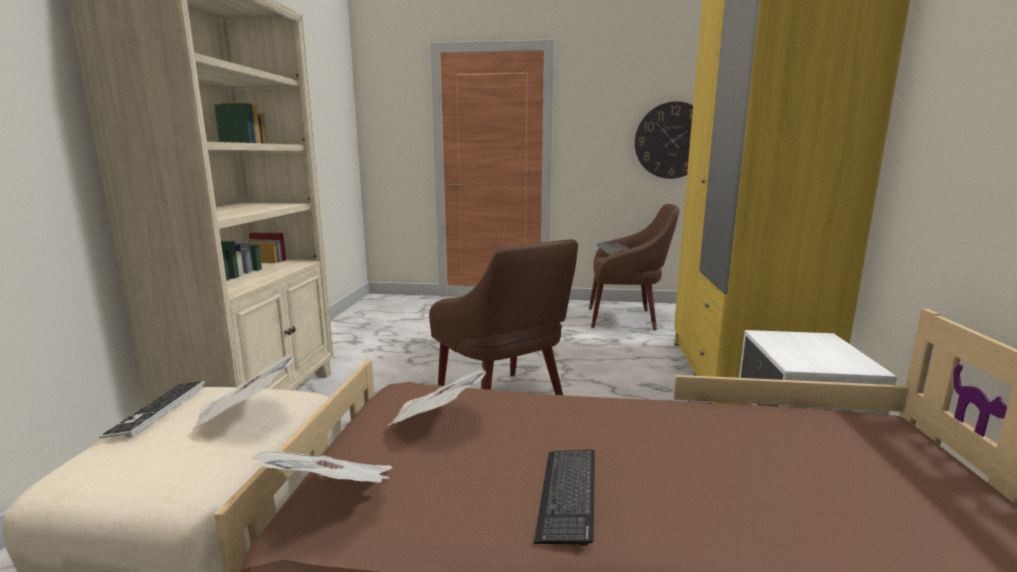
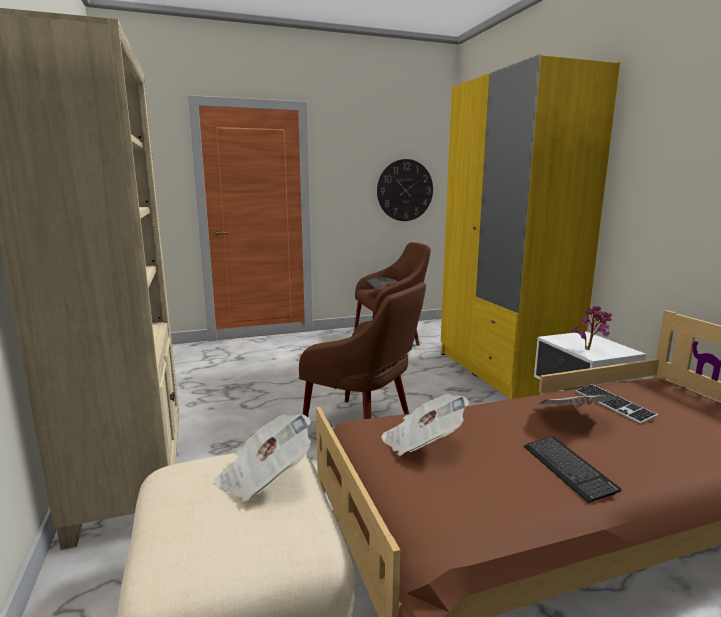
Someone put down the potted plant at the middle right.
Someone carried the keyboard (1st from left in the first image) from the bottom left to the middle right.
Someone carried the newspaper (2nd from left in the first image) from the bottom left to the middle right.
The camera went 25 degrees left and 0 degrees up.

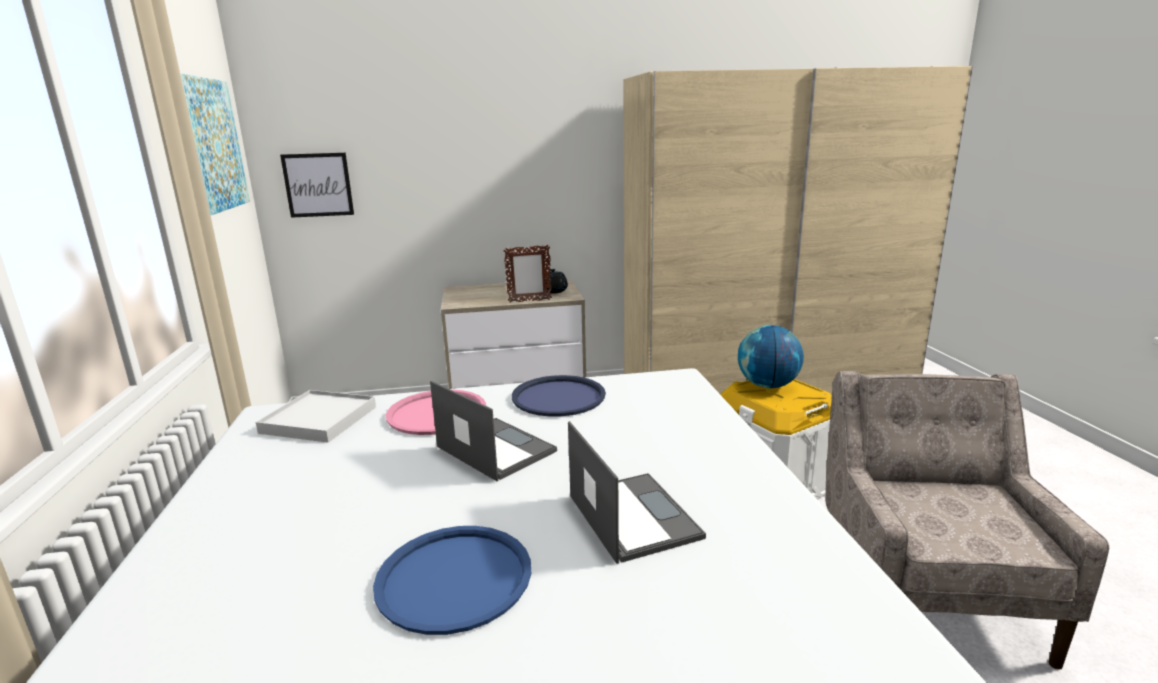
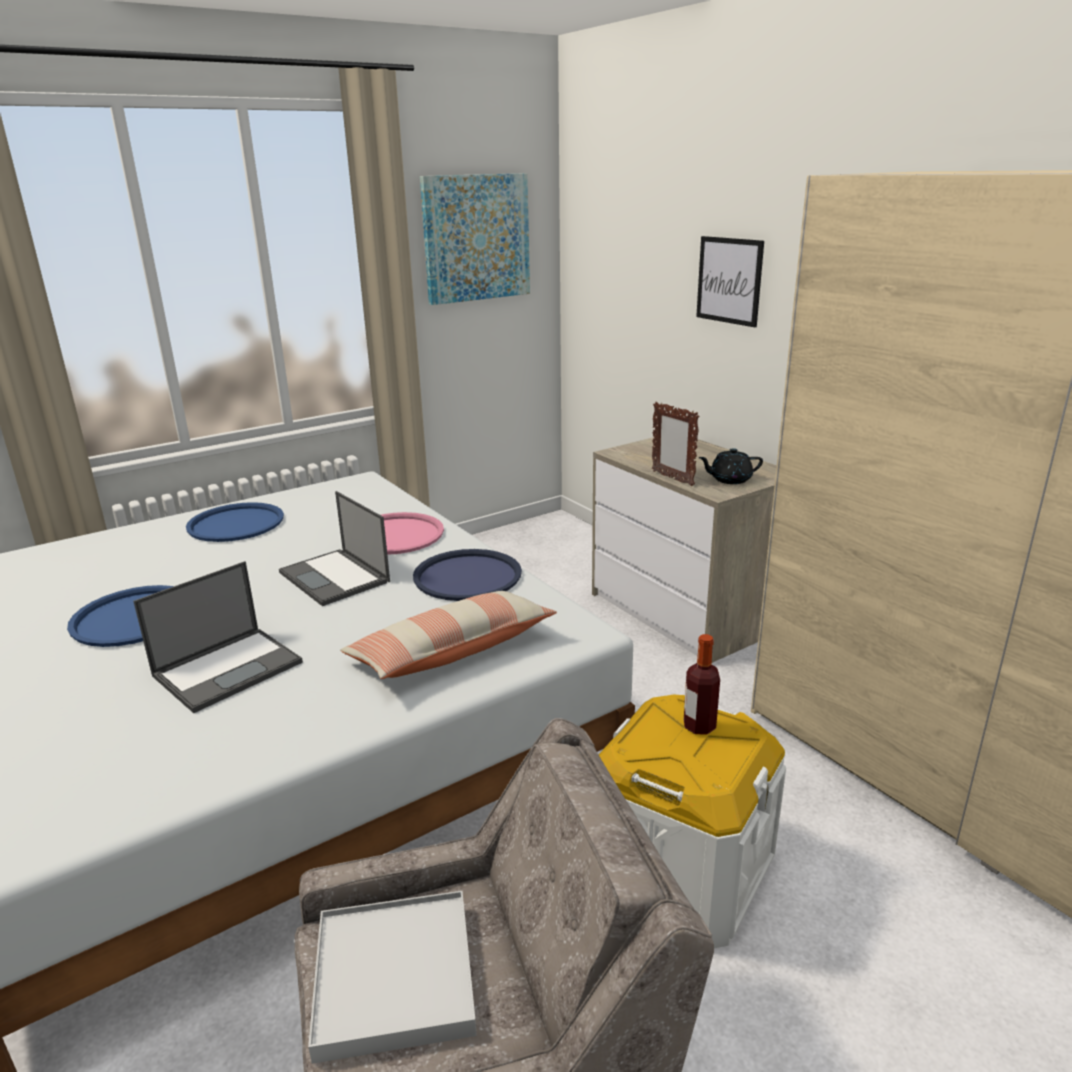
Someone put down the tray (blue) (2nd from left) at the middle left.
Someone put down the pillow at the centre.
Someone carried the tray (white) from the middle left to the bottom centre.
Someone carried the picture (2nd from left) from the top left to the top right.
Someone swapped the globe at the centre for the bottle at the centre.
Someone rotated the laptop (1st from left in the first image) at the centre by 120 degrees clockwise.
The camera went 65 degrees right and 5 degrees up.

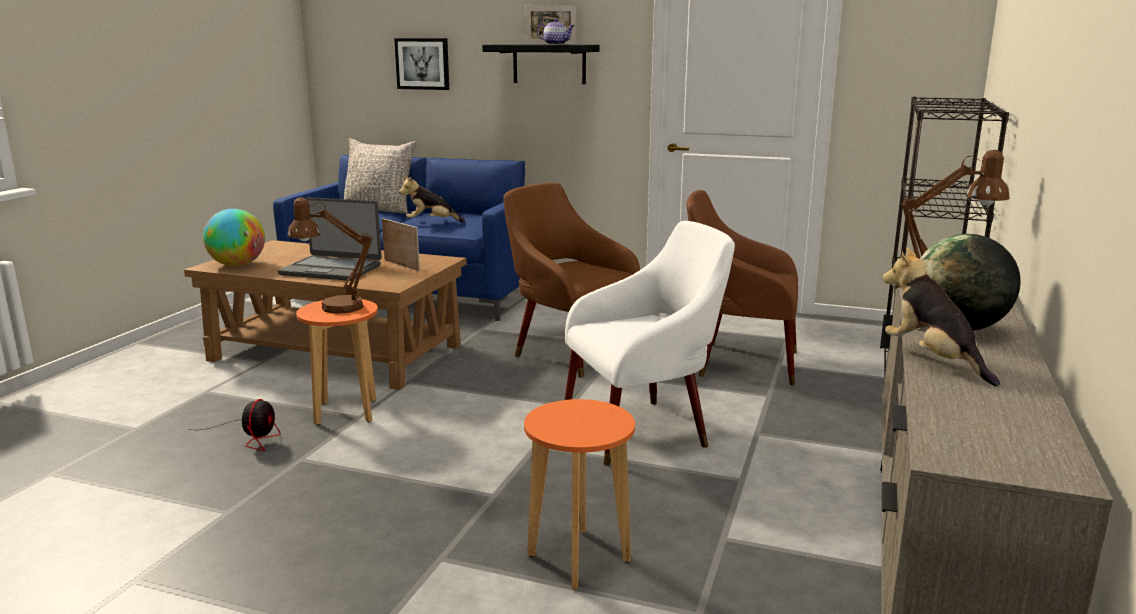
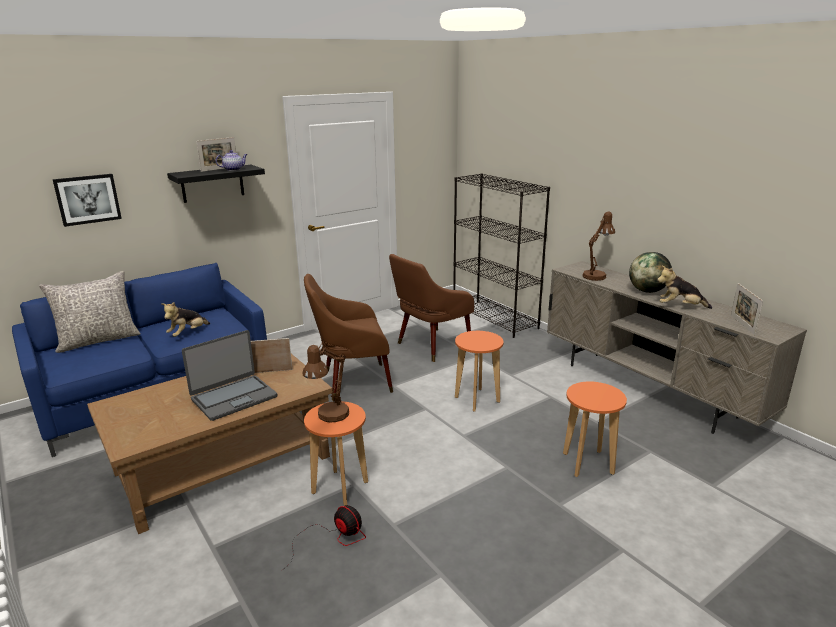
Someone took away the globe (1st from left) at the middle left.
Someone put down the picture frame (3rd from left) at the middle right.
Someone swapped the armchair (white) at the centre for the stool (orange) (2nd from left) at the centre.
The camera went 55 degrees left and 5 degrees up.

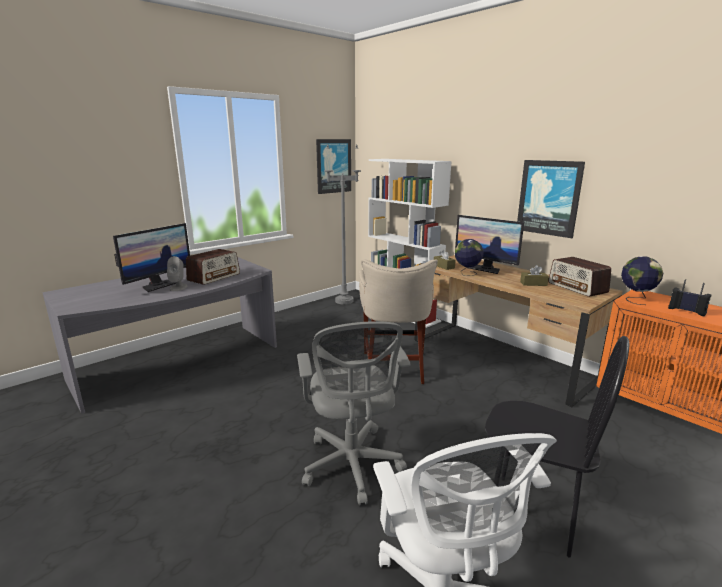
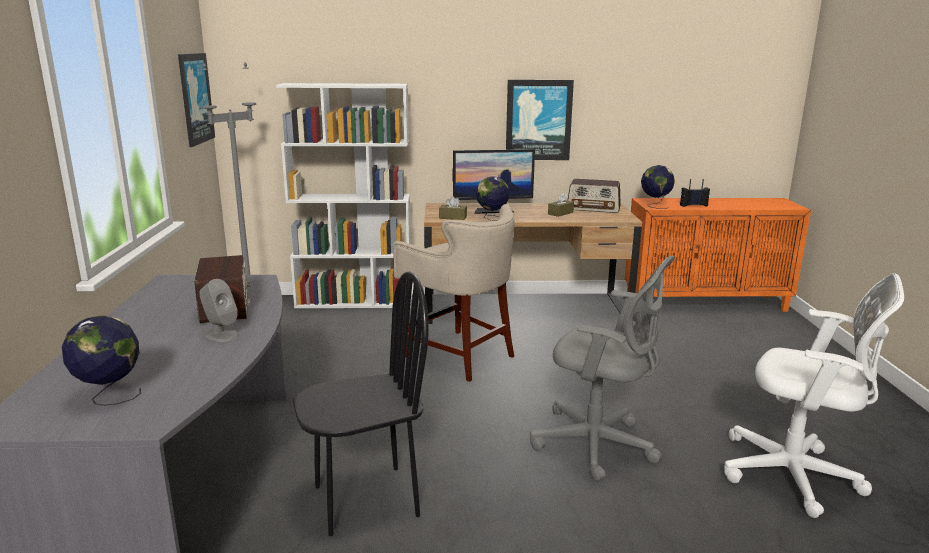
Someone took away the monitor (1st from left) at the middle left.
Someone put down the globe (1st from left) at the middle left.
Someone carried the chair (black) from the bottom right to the bottom centre.
The camera went 50 degrees left and 0 degrees up.

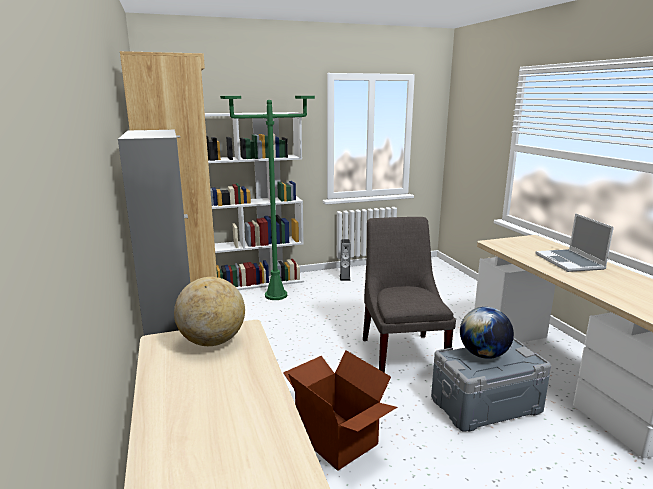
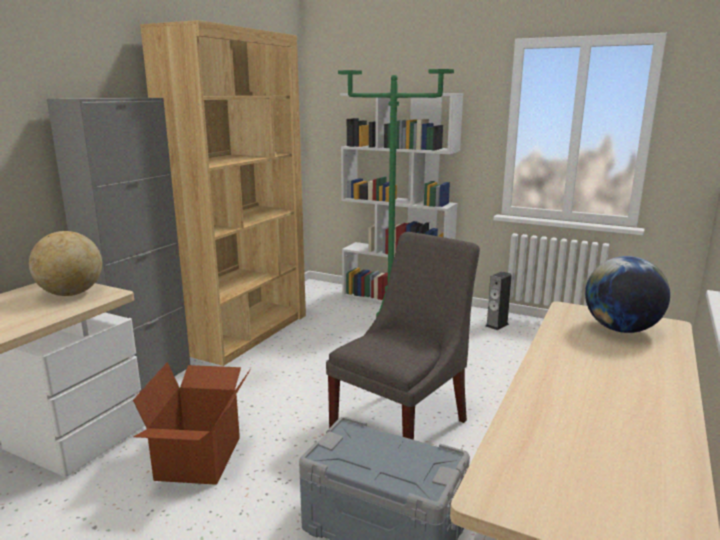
Someone took away the laptop at the middle right.
Someone carried the globe (2nd from left) from the bottom right to the middle right.
The camera went 45 degrees right and 0 degrees up.

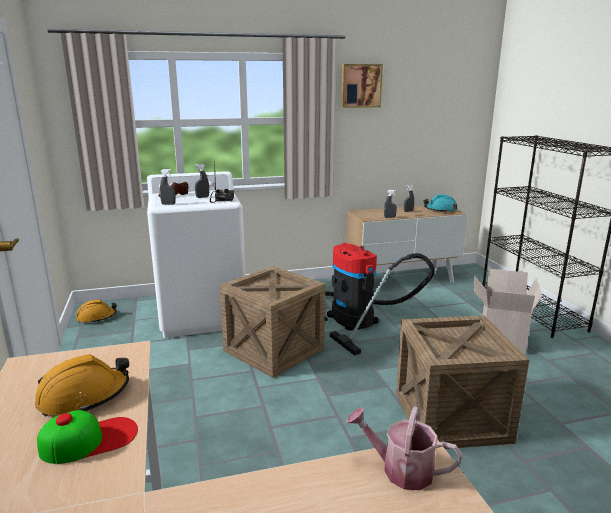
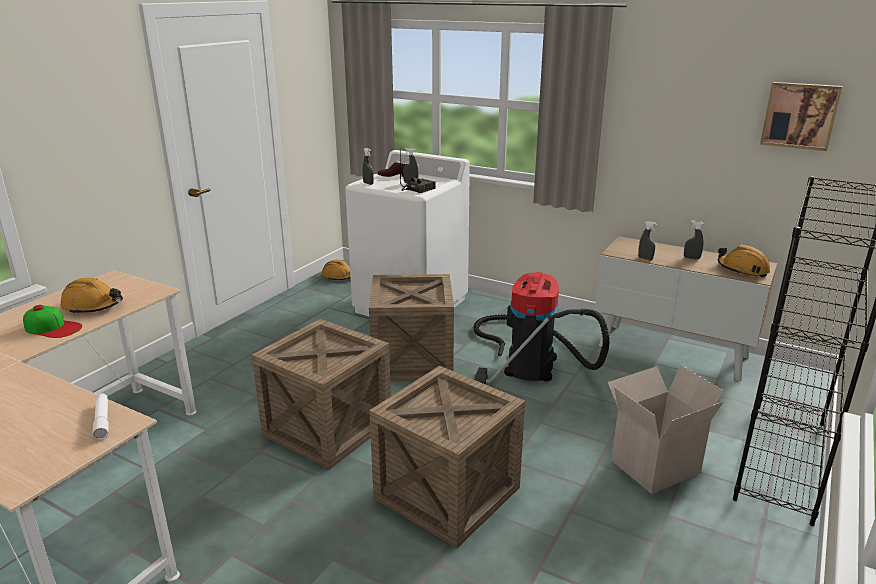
Someone put down the crate (1st from left) at the bottom centre.
Someone carried the picture from the top centre to the top right.
Someone swapped the watering can at the bottom centre for the flashlight (white) at the bottom left.
Someone repainted the hard hat (turquoise) at the middle right, which became the hard hat (orange) (3rd from left) at the middle right.
The camera went 45 degrees right and 5 degrees up.

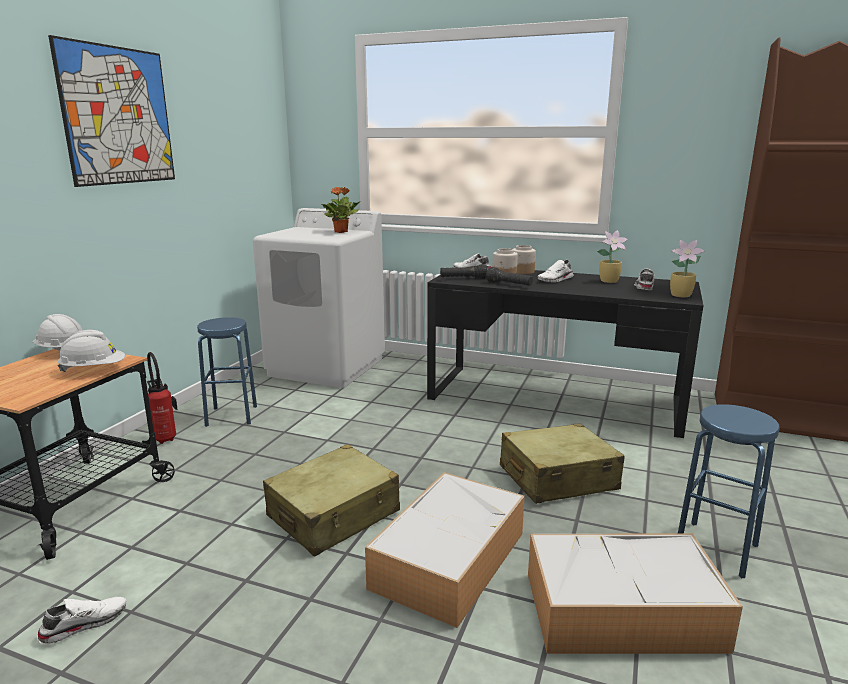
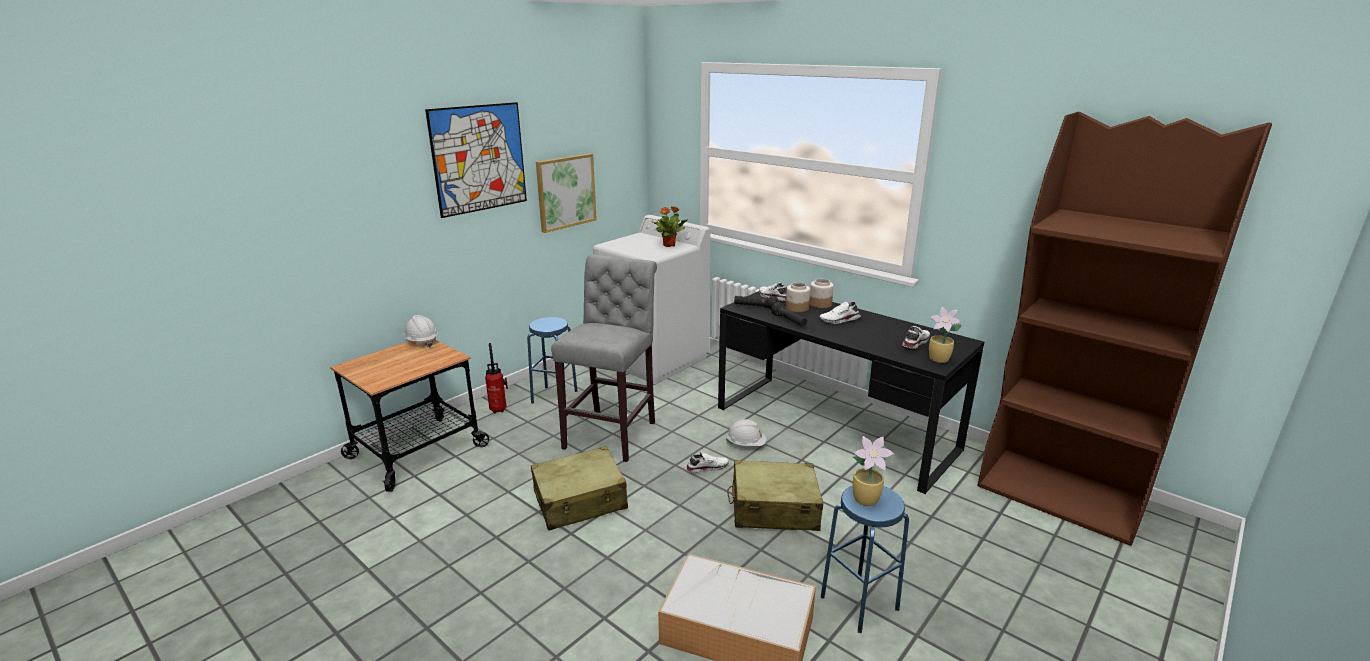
Someone took away the storage box (1st from left) at the bottom centre.
Someone put up the picture (2nd from left) at the top centre.
Someone put down the stool (grey) at the centre.
Someone carried the shoe (white) (1st from left) from the bottom left to the bottom centre.
Someone carried the hard hat (white) (2nd from left) from the middle left to the centre.
Someone carried the potted plant (2nd from left) from the middle right to the bottom centre.
The camera went 20 degrees right and 5 degrees up.

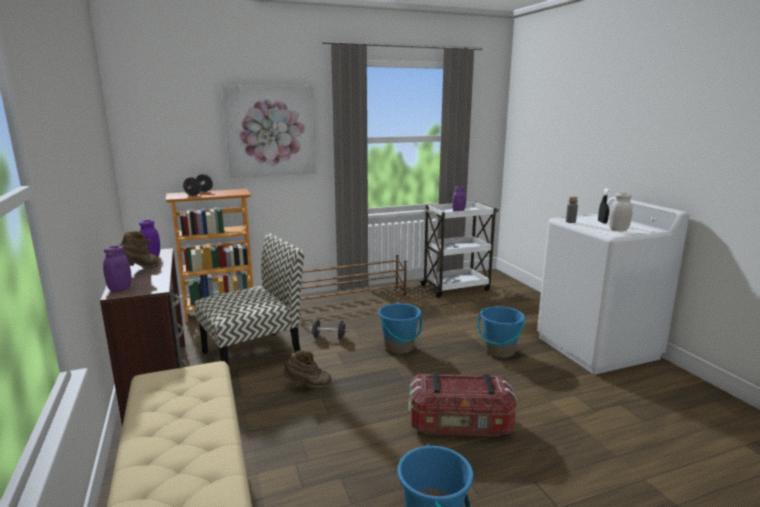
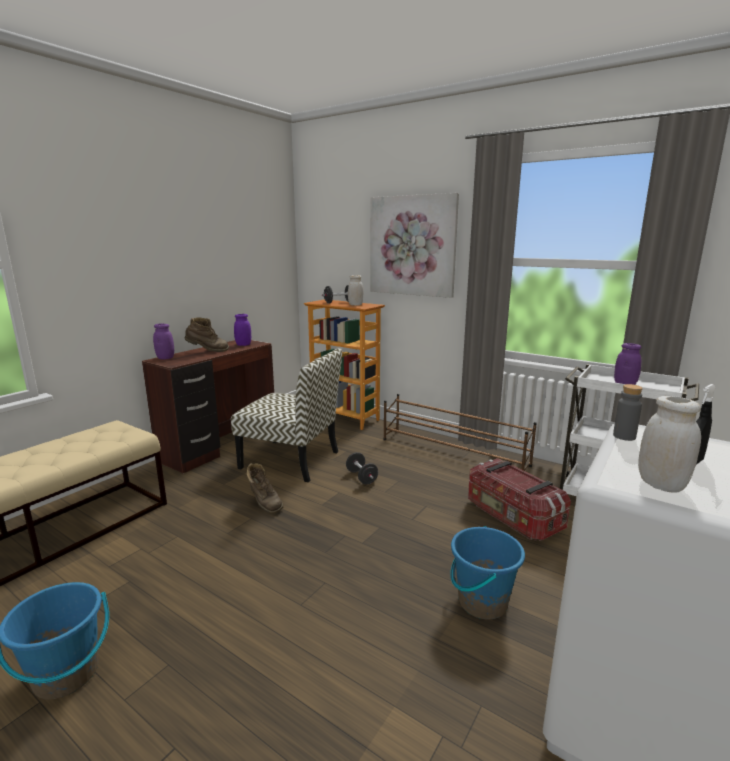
Someone took away the bucket (blue) (1st from left) at the centre.
Someone put down the jar (white) (1st from left) at the centre.
Someone carried the storage box from the bottom centre to the middle right.
The camera went 55 degrees right and 0 degrees up.

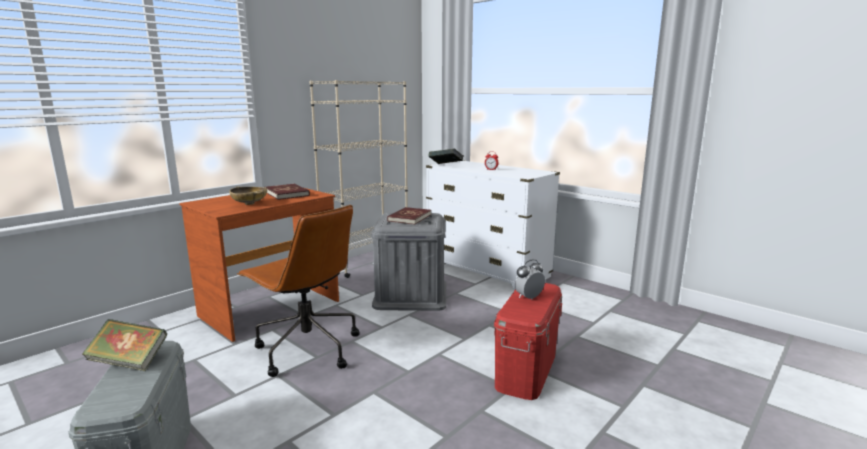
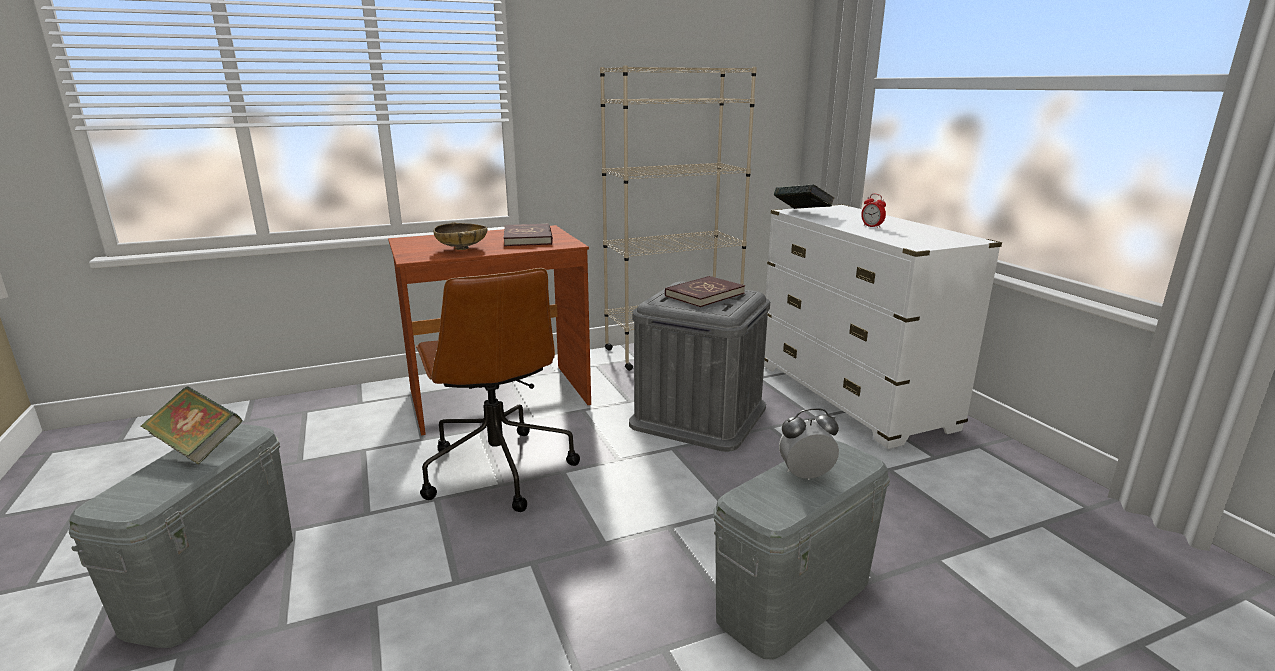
Someone repainted the storage box (red) at the bottom centre, which became the storage box (grey) (3rd from left) at the bottom centre.
The camera went 25 degrees right and 5 degrees up.

